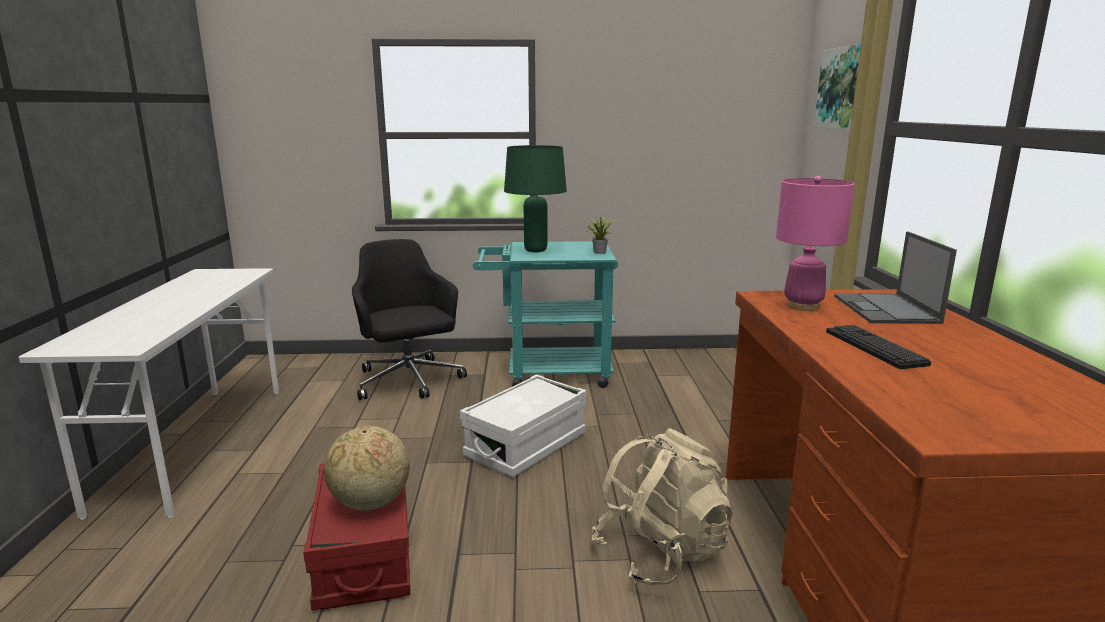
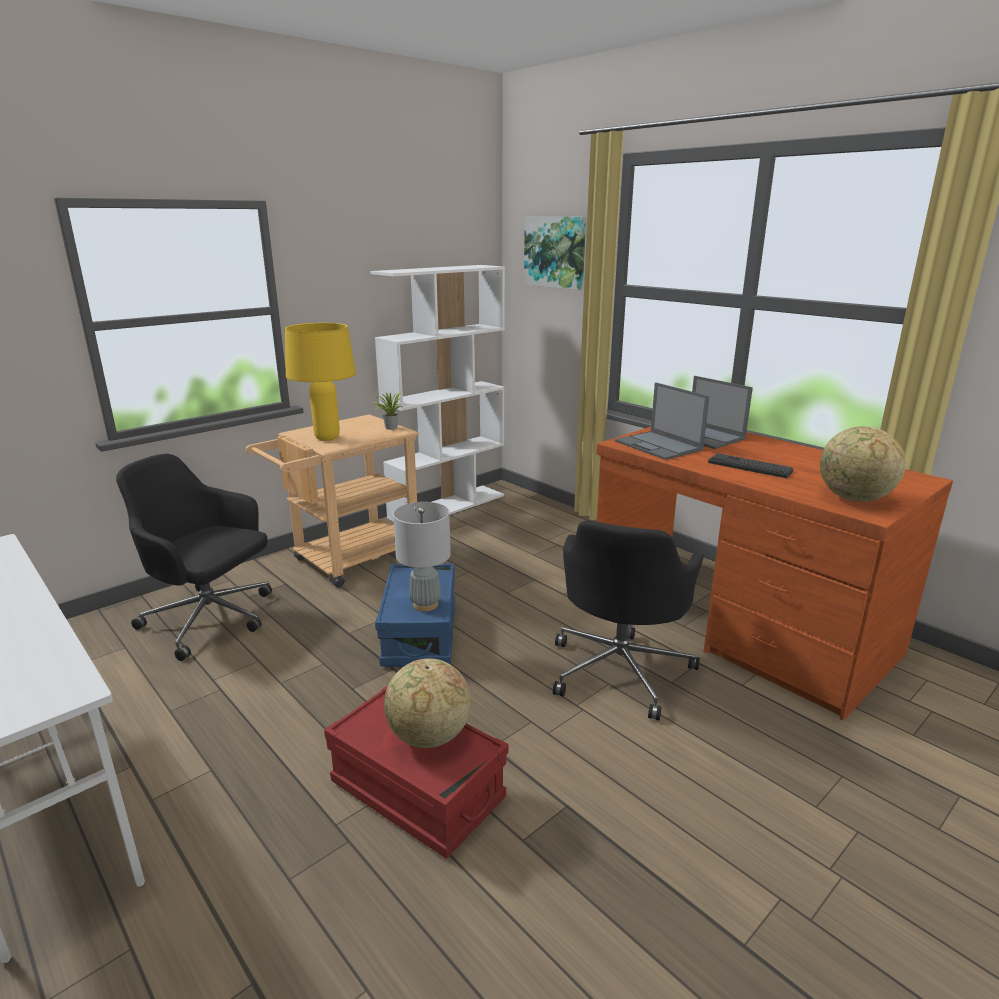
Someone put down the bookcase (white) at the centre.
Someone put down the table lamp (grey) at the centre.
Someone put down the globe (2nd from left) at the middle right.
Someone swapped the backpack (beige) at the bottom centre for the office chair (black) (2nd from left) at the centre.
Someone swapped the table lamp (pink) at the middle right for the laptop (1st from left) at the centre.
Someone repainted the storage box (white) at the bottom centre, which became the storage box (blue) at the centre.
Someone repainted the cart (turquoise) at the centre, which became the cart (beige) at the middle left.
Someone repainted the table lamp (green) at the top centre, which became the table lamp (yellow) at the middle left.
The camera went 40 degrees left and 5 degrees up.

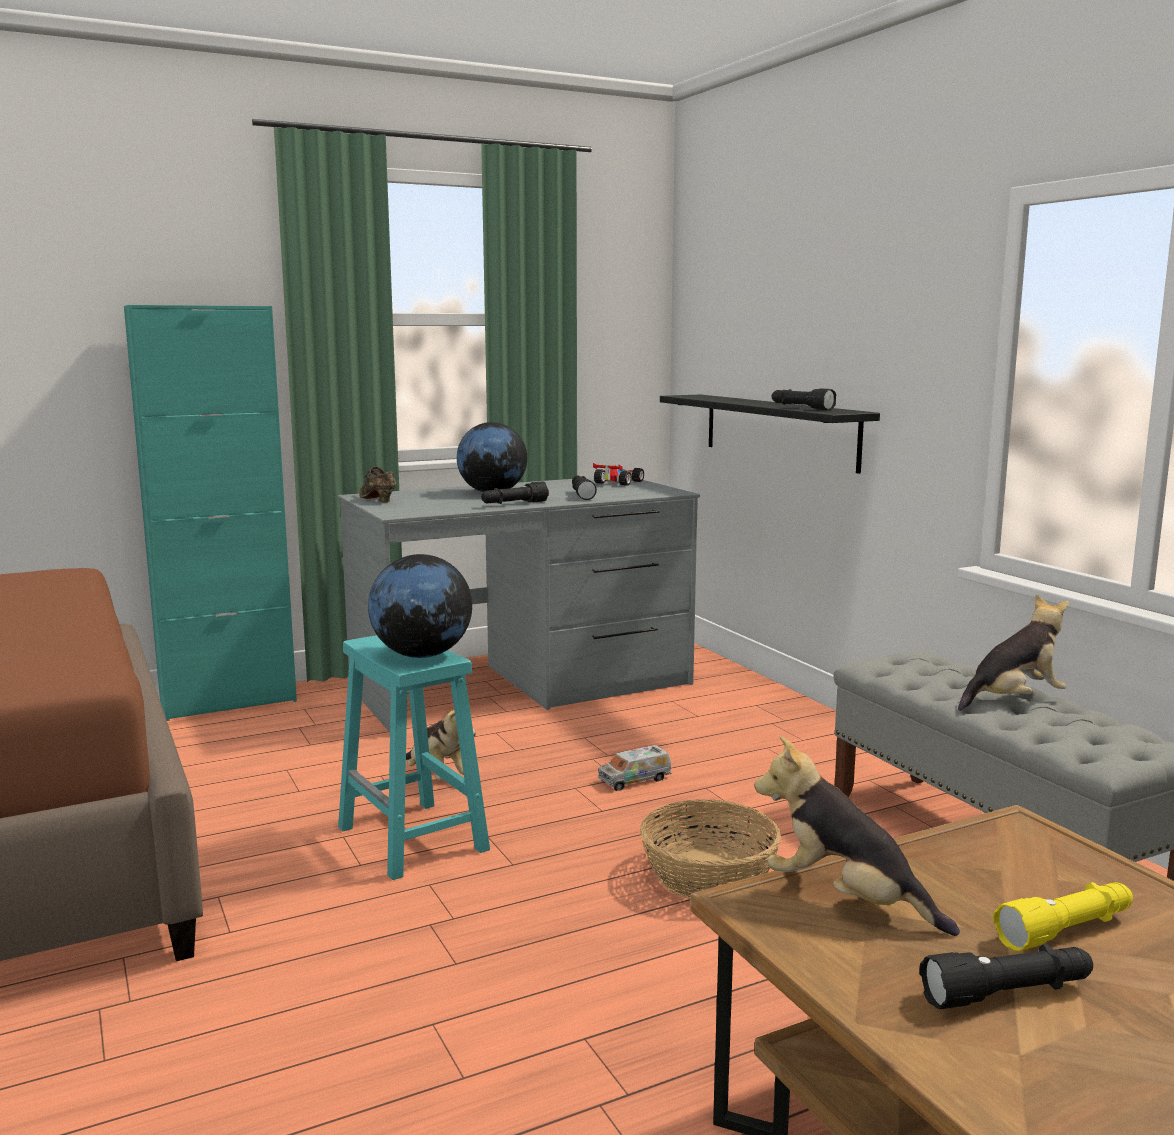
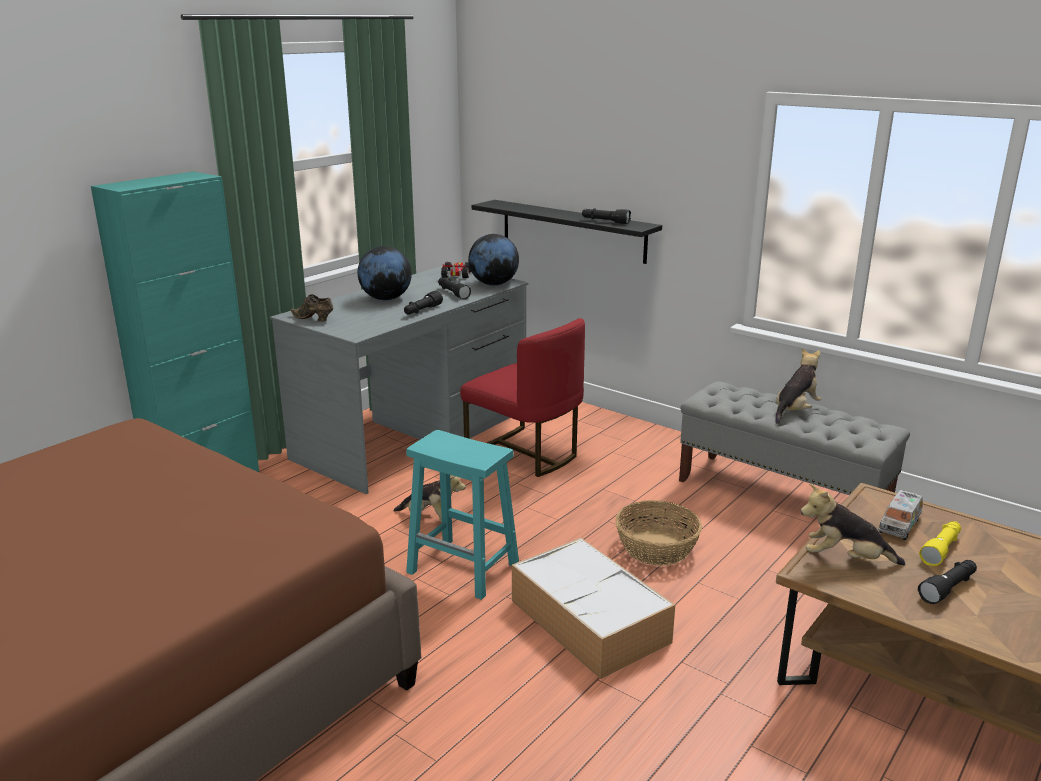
Someone put down the chair (red) at the centre.
Someone put down the storage box at the bottom centre.
Someone carried the globe (1st from left in the first image) from the centre to the top centre.
Someone carried the toy truck from the bottom centre to the middle right.
The camera went 25 degrees left and 10 degrees up.

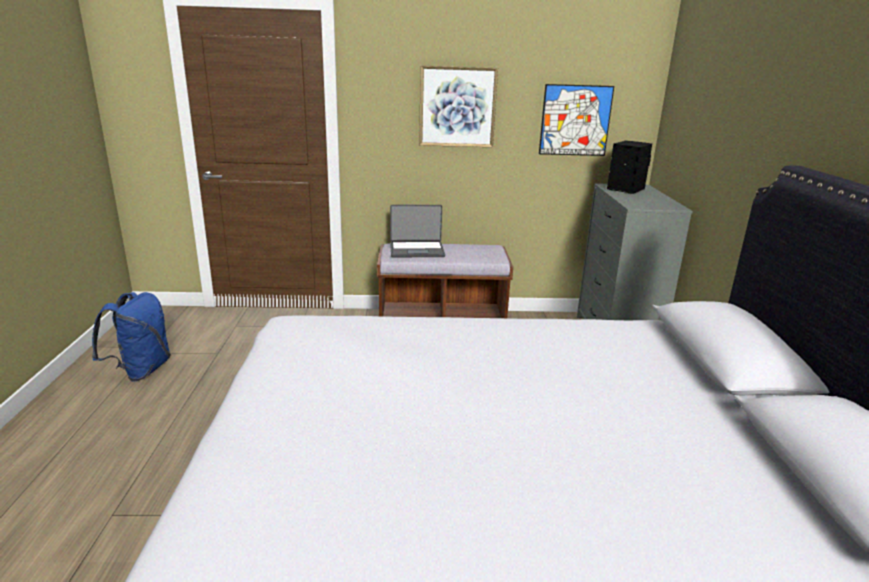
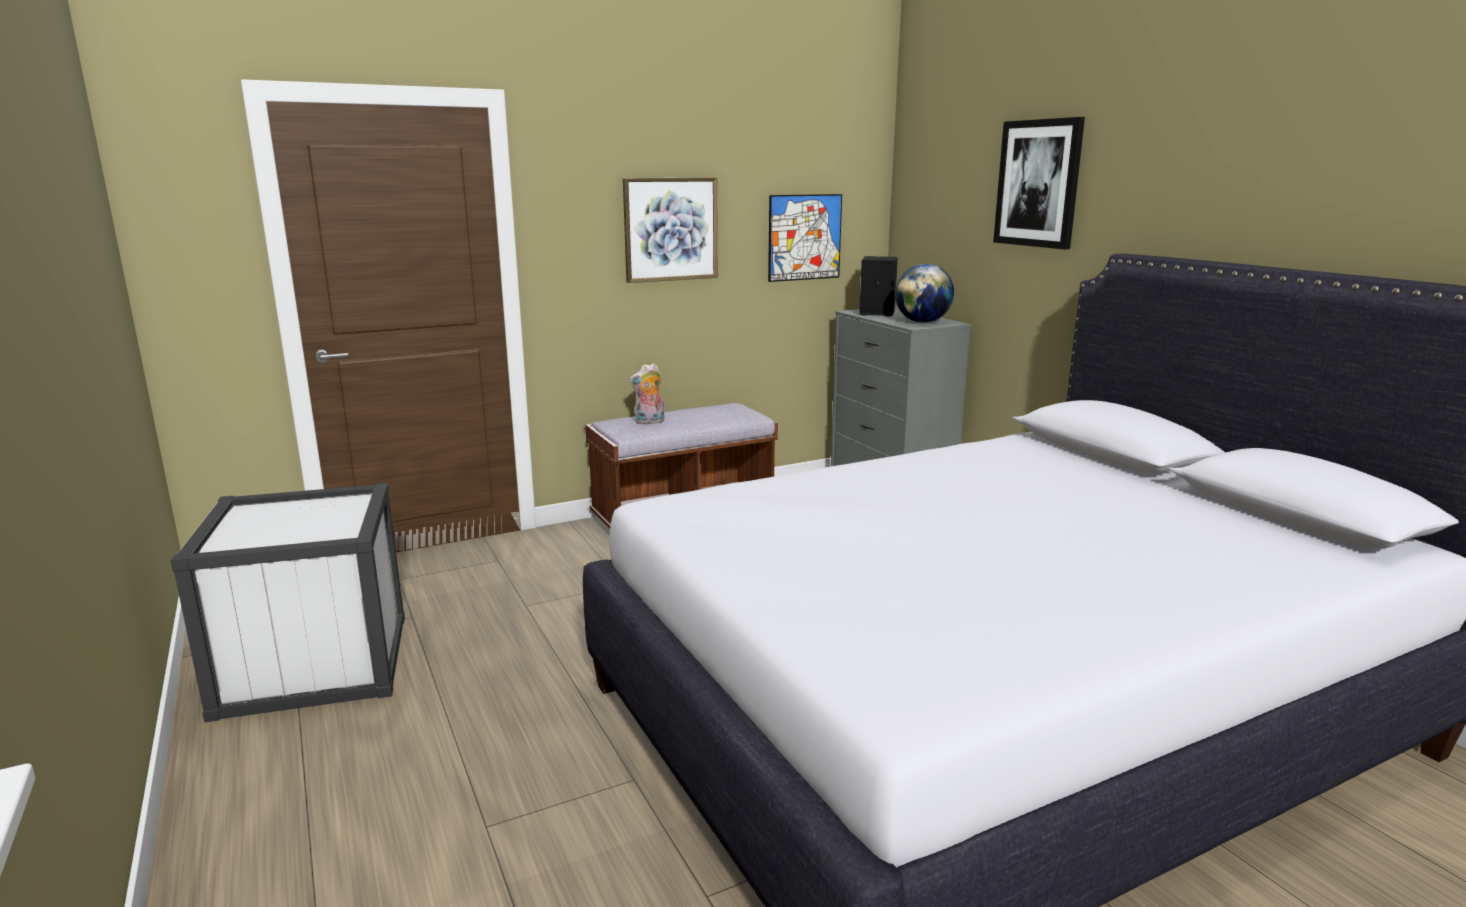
Someone put down the globe at the top centre.
Someone put up the picture (3rd from left) at the top right.
Someone swapped the backpack (blue) at the middle left for the storage box (white) at the middle left.
Someone swapped the laptop at the centre for the plush toy at the centre.
The camera went 25 degrees left and 5 degrees down.

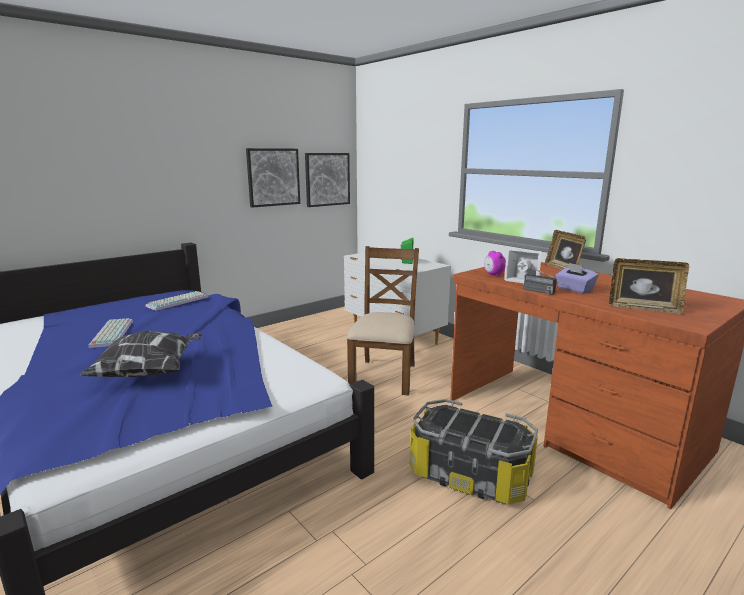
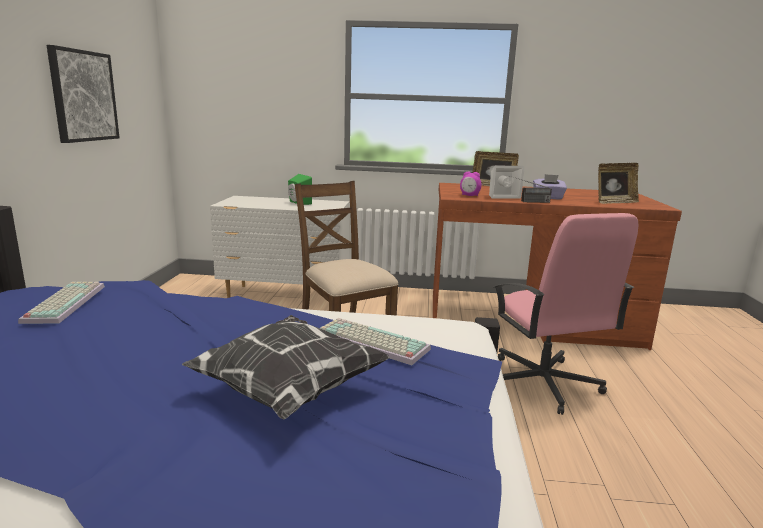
Someone took away the picture (2nd from left) at the top centre.
Someone carried the keyboard (1st from left in the first image) from the middle left to the centre.
Someone swapped the storage box at the bottom centre for the office chair (pink) at the middle right.
The camera went 45 degrees left and 0 degrees up.

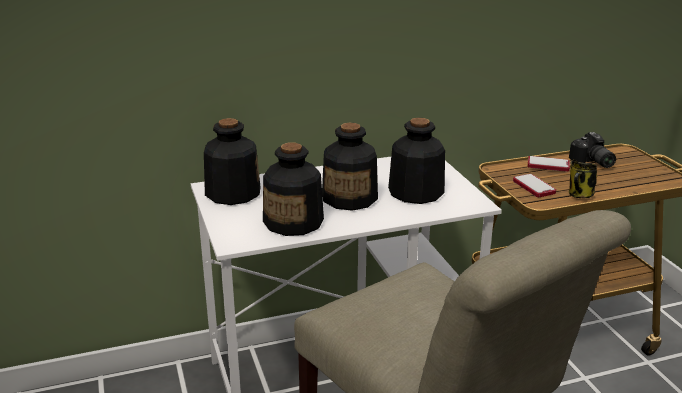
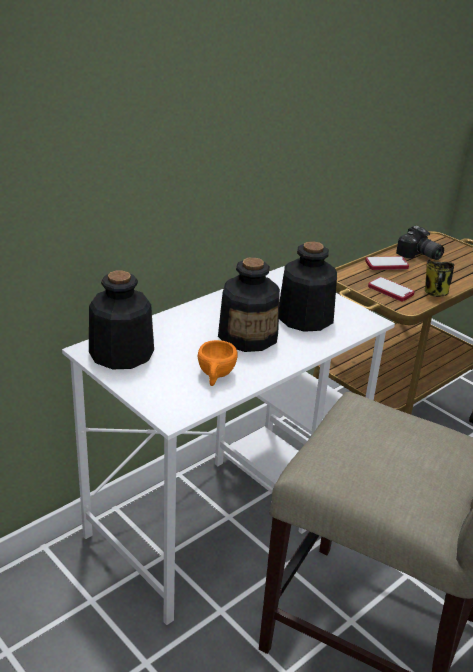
Someone swapped the bottle (2nd from left) at the centre for the cup (orange) at the centre.
The camera went 25 degrees left and 5 degrees up.

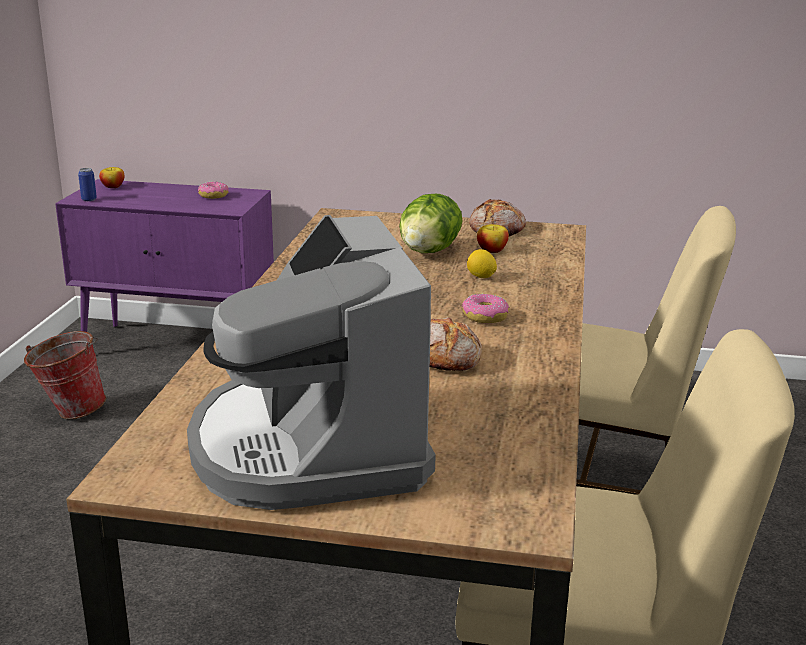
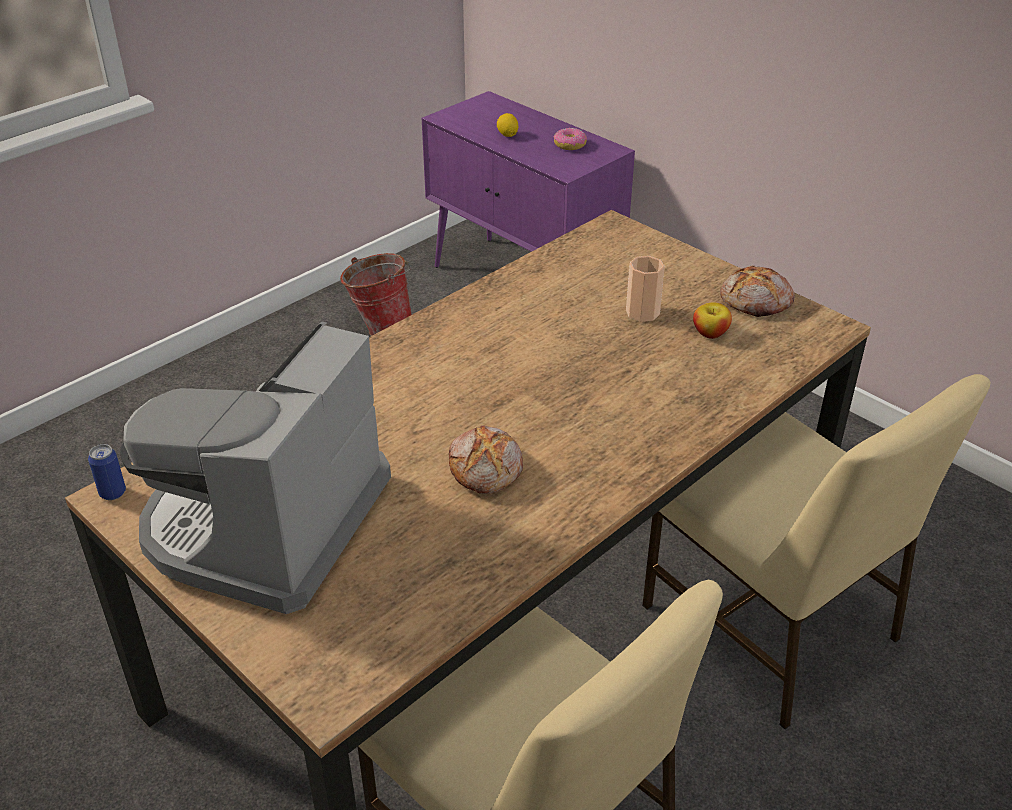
Someone took away the apple (1st from left) at the top left.
Someone took away the donut (2nd from left) at the centre.
Someone carried the can from the top left to the middle left.
Someone carried the lemon from the centre to the top centre.
Someone swapped the lettuce at the centre for the cup at the centre.
The camera went 35 degrees right and 15 degrees up.

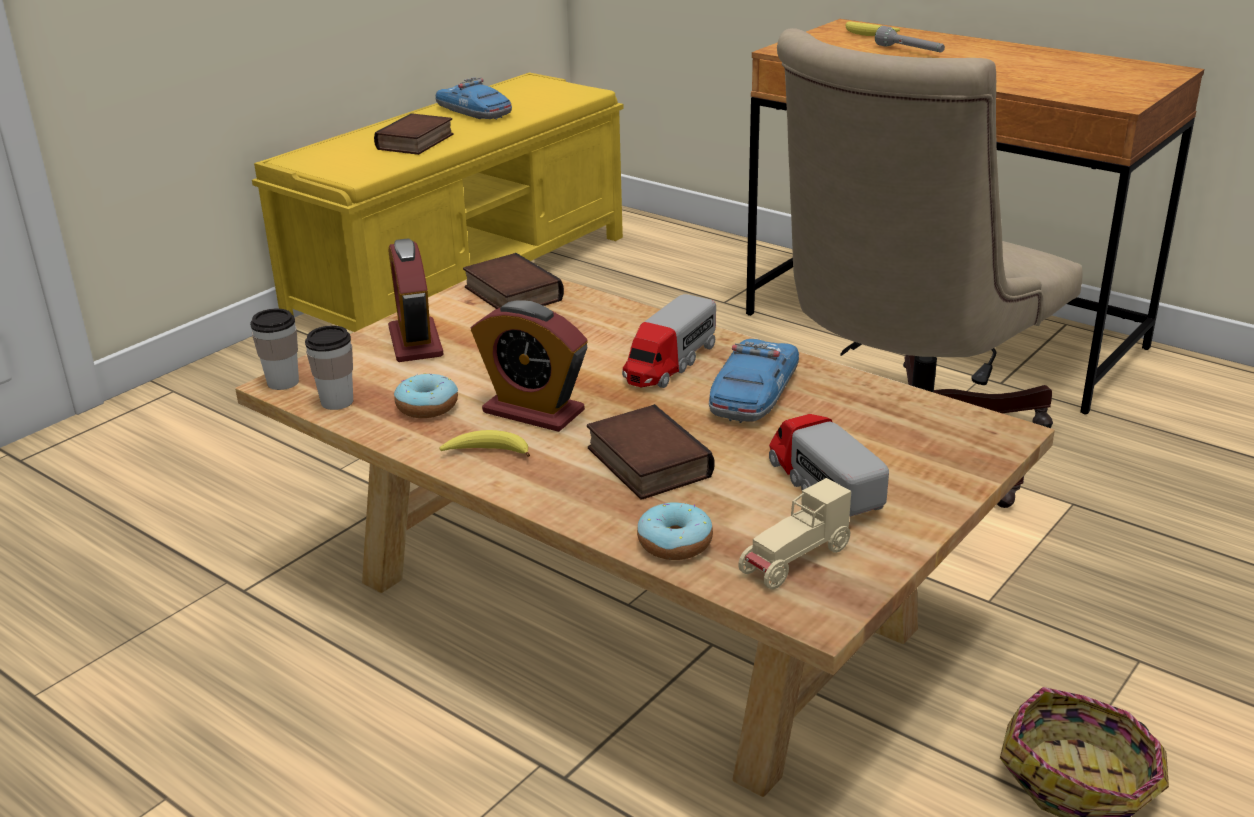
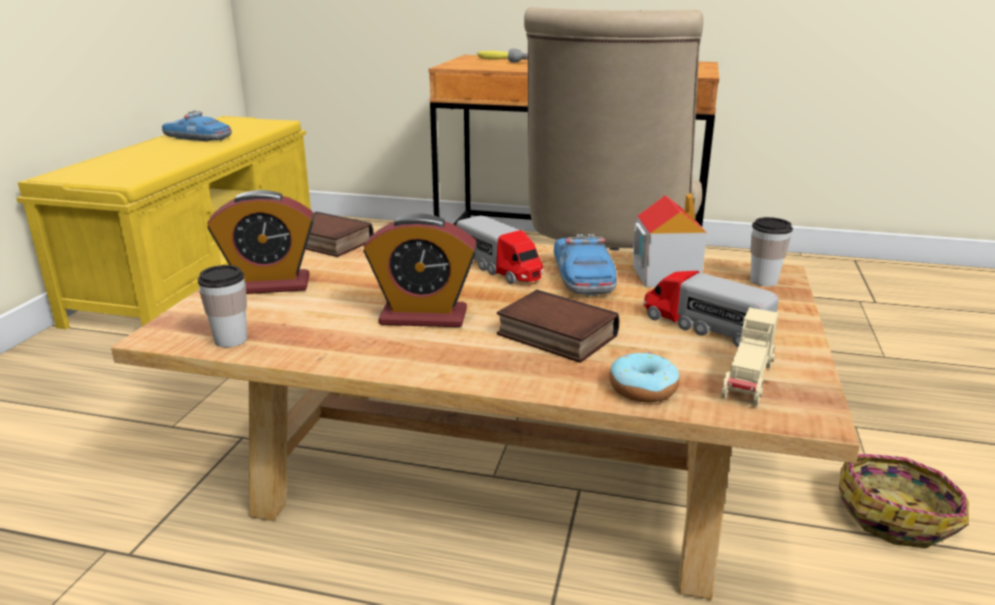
Someone took away the book (1st from left) at the top left.
Someone took away the donut (1st from left) at the centre.
Someone took away the banana (1st from left) at the centre.
Someone put down the toy house at the middle right.
Someone carried the cup (1st from left in the first image) from the middle left to the middle right.
Someone rotated the alarm clock (1st from left) at the middle left by 60 degrees counterclockwise.
Someone rotated the toy truck (1st from left) at the centre by 45 degrees counterclockwise.
The camera went 25 degrees left and 5 degrees down.

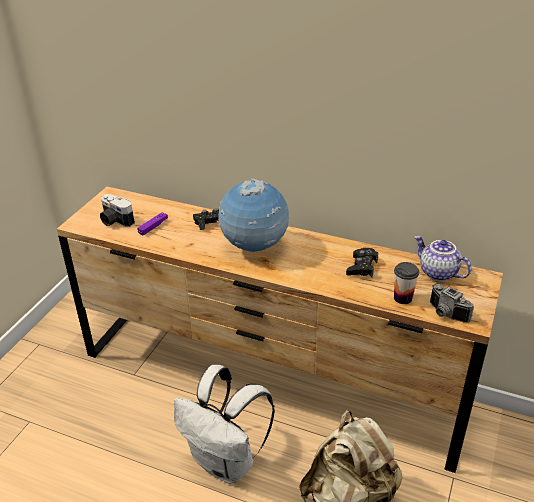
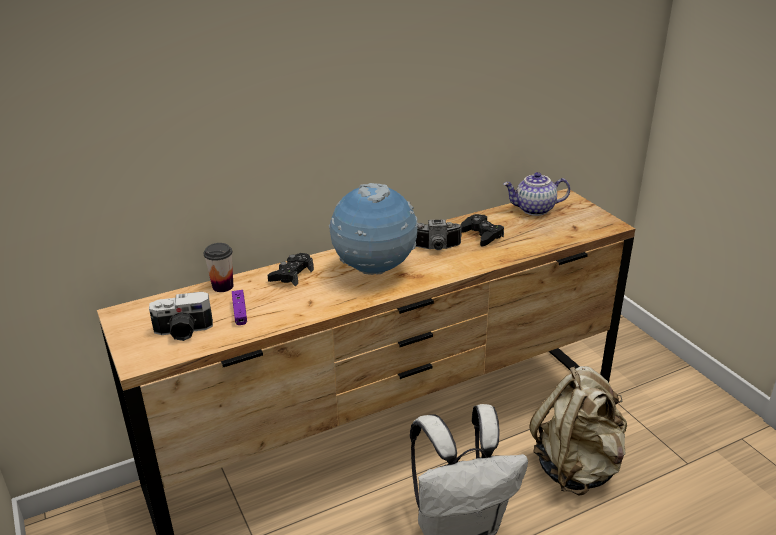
Someone carried the cup from the middle right to the middle left.
Someone carried the photo camera (2nd from left) from the middle right to the centre.
The camera went 50 degrees left and 5 degrees down.

